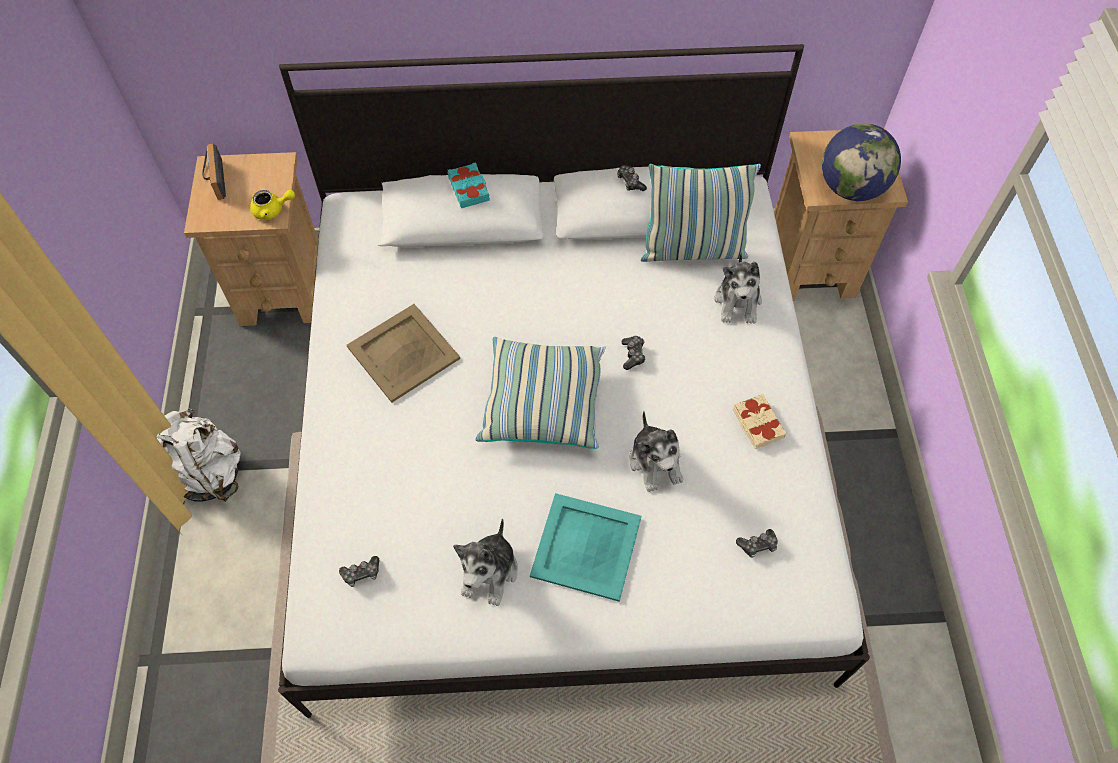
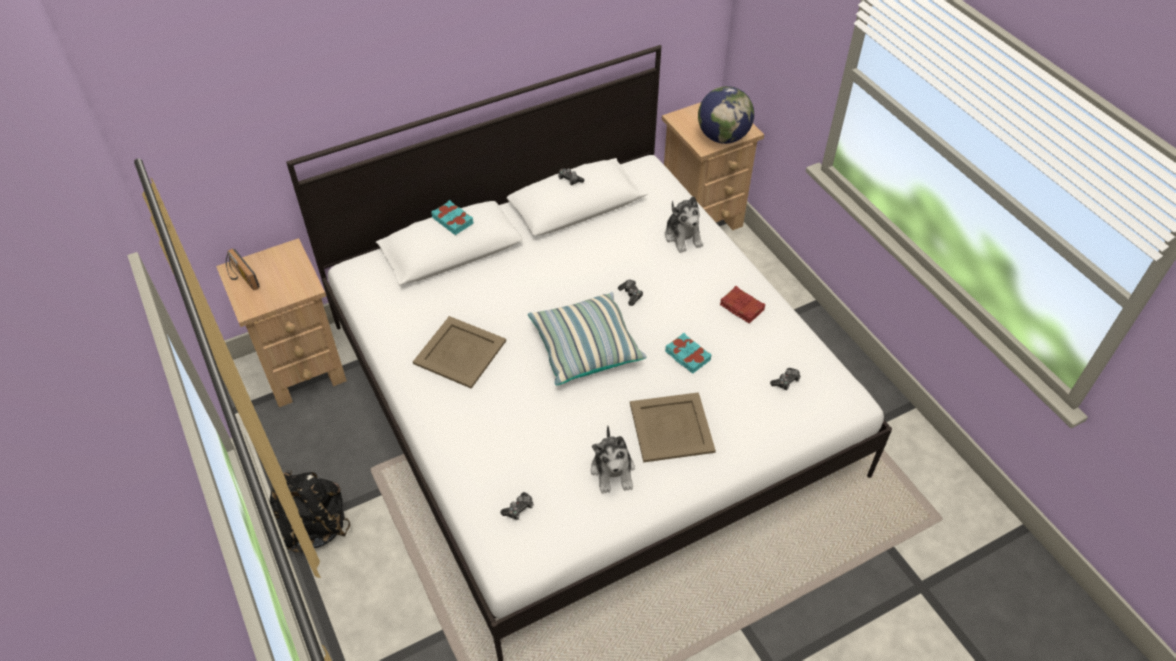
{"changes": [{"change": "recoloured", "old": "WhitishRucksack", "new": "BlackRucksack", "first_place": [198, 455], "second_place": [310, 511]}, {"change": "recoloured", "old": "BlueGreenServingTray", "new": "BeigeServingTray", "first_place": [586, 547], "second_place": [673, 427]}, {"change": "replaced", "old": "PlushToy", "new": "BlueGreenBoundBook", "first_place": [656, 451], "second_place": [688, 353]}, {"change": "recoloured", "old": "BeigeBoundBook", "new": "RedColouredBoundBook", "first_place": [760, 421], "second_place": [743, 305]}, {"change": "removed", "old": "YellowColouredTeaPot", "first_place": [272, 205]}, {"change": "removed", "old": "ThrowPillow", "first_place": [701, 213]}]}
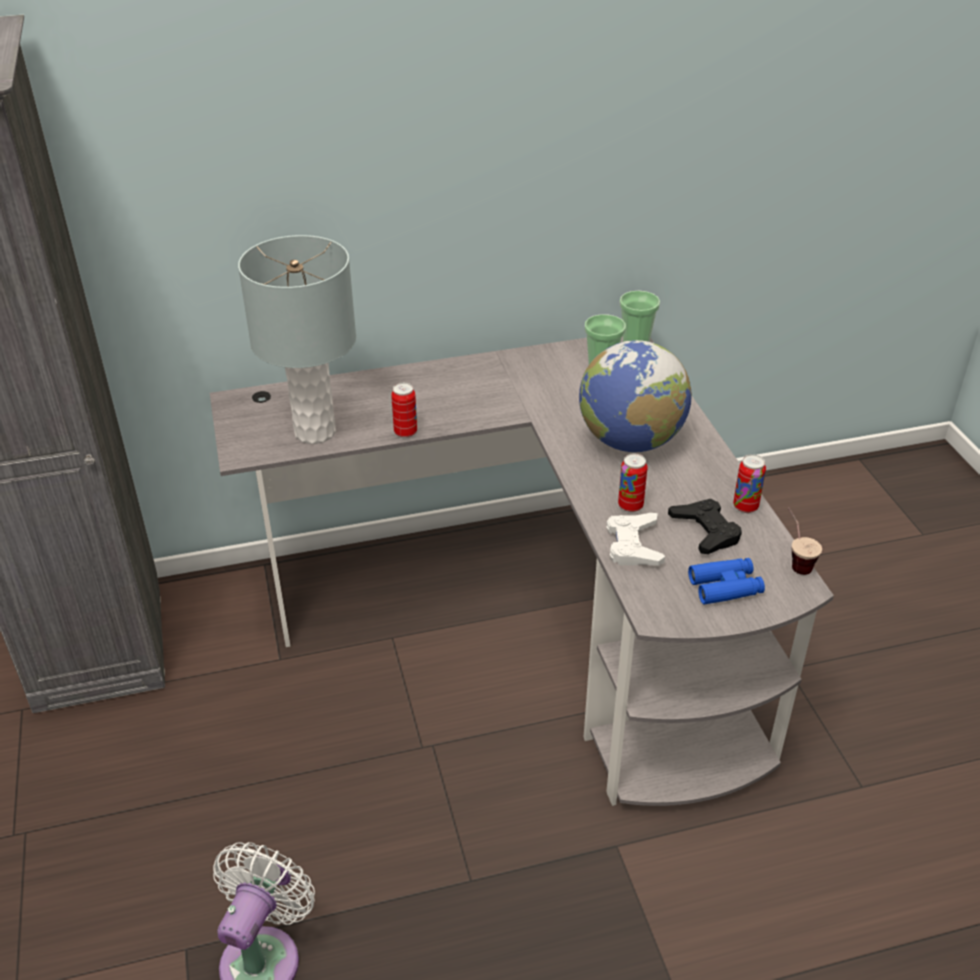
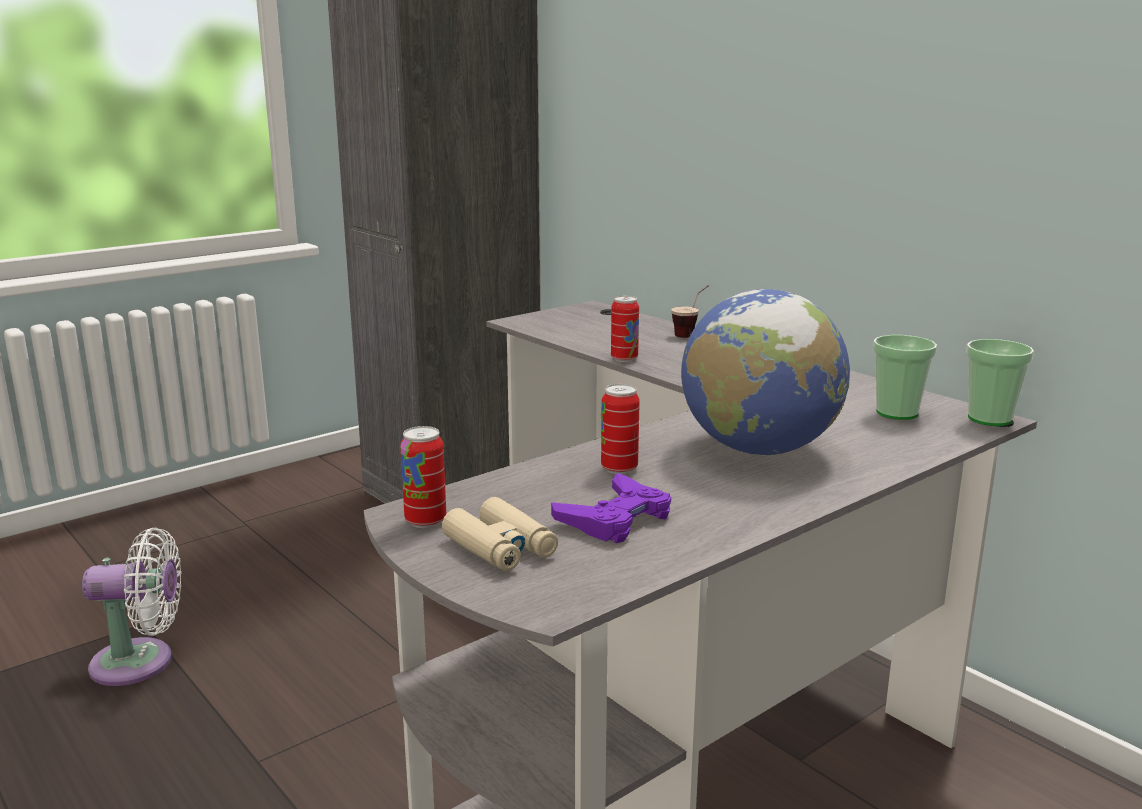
{"changes": [{"change": "moved", "old": "SealedCan", "first_place": [749, 483], "second_place": [423, 477]}, {"change": "recoloured", "old": "BluishFieldGlasses", "new": "BeigeFieldGlasses", "first_place": [726, 581], "second_place": [500, 534]}, {"change": "recoloured", "old": "BlackGameController", "new": "PurpleGameController", "first_place": [705, 526], "second_place": [611, 508]}, {"change": "moved", "old": "Cup", "first_place": [805, 541], "second_place": [690, 311]}, {"change": "removed", "old": "GrayTableLamp", "first_place": [297, 339]}, {"change": "removed", "old": "WhitishGameController", "first_place": [636, 539]}]}
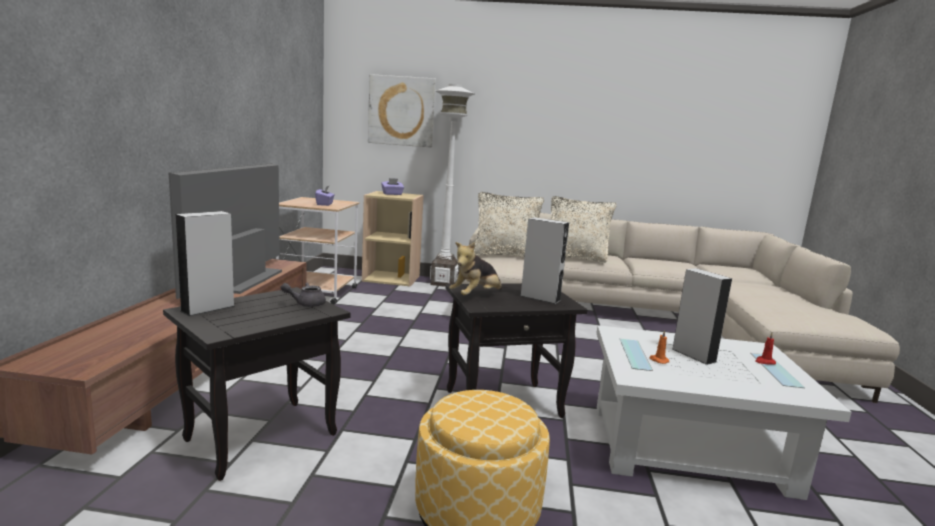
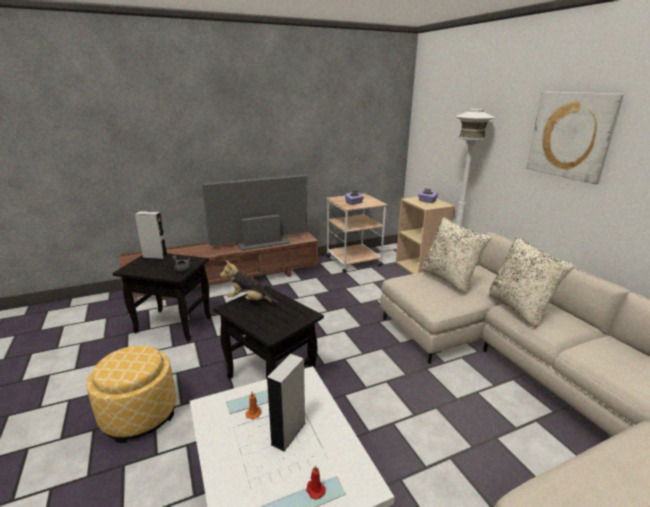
{"changes": [{"change": "moved", "old": "WallPicture", "first_place": [402, 111], "second_place": [575, 137]}, {"change": "removed", "old": "GrayAudioSpeaker", "first_place": [545, 260]}]}
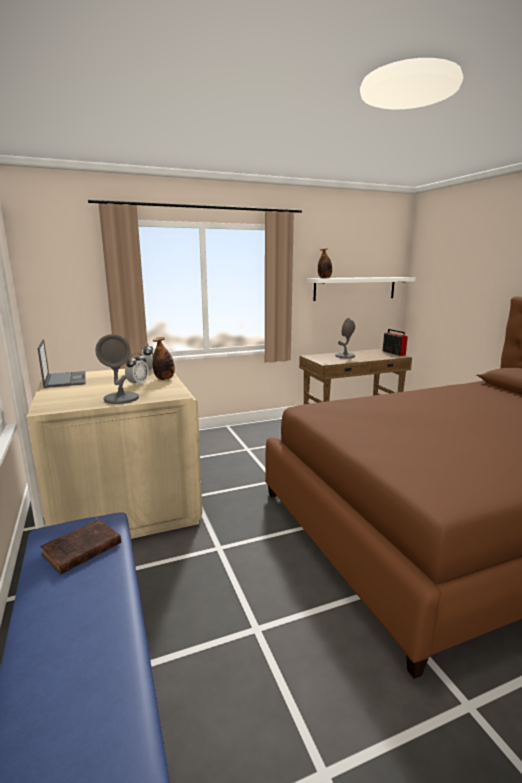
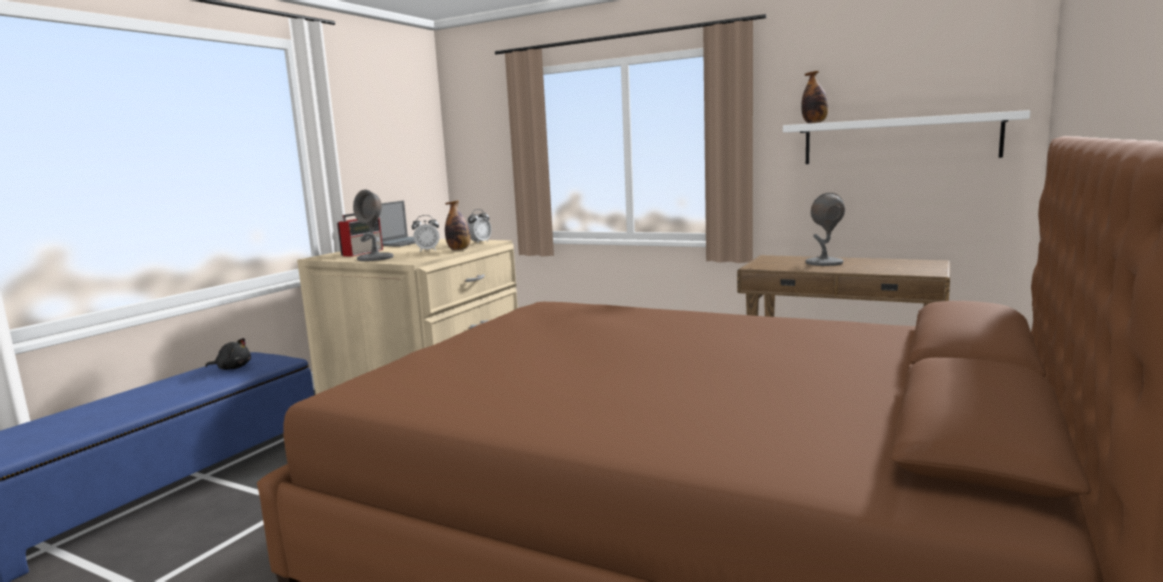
{"changes": [{"change": "replaced", "old": "BrownBoundBook", "new": "BlackPlushToy", "first_place": [80, 546], "second_place": [228, 354]}, {"change": "moved", "old": "RadioReceiver", "first_place": [395, 342], "second_place": [360, 235]}]}
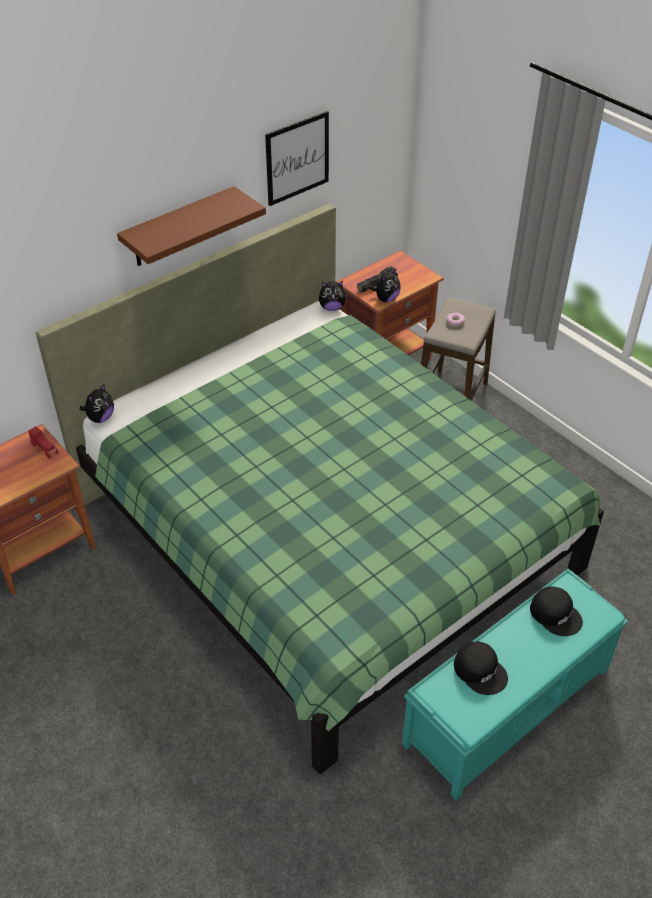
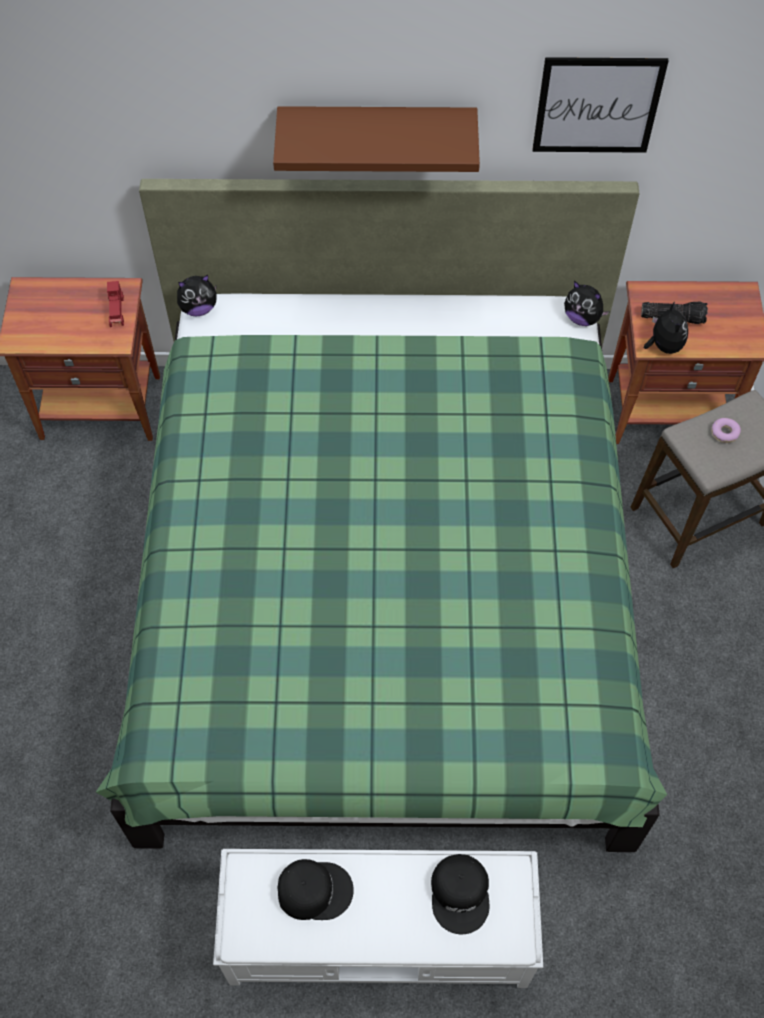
{"changes": [{"change": "recoloured", "old": "BlueGreenBench", "new": "WhitishBench", "first_place": [515, 684], "second_place": [378, 918]}, {"change": "turned", "old": "BlackBaseballCap", "first_place": [481, 668], "second_place": [315, 889], "degrees": -90}, {"change": "turned", "old": "PlushToy", "first_place": [385, 285], "second_place": [666, 327], "degrees": -90}]}
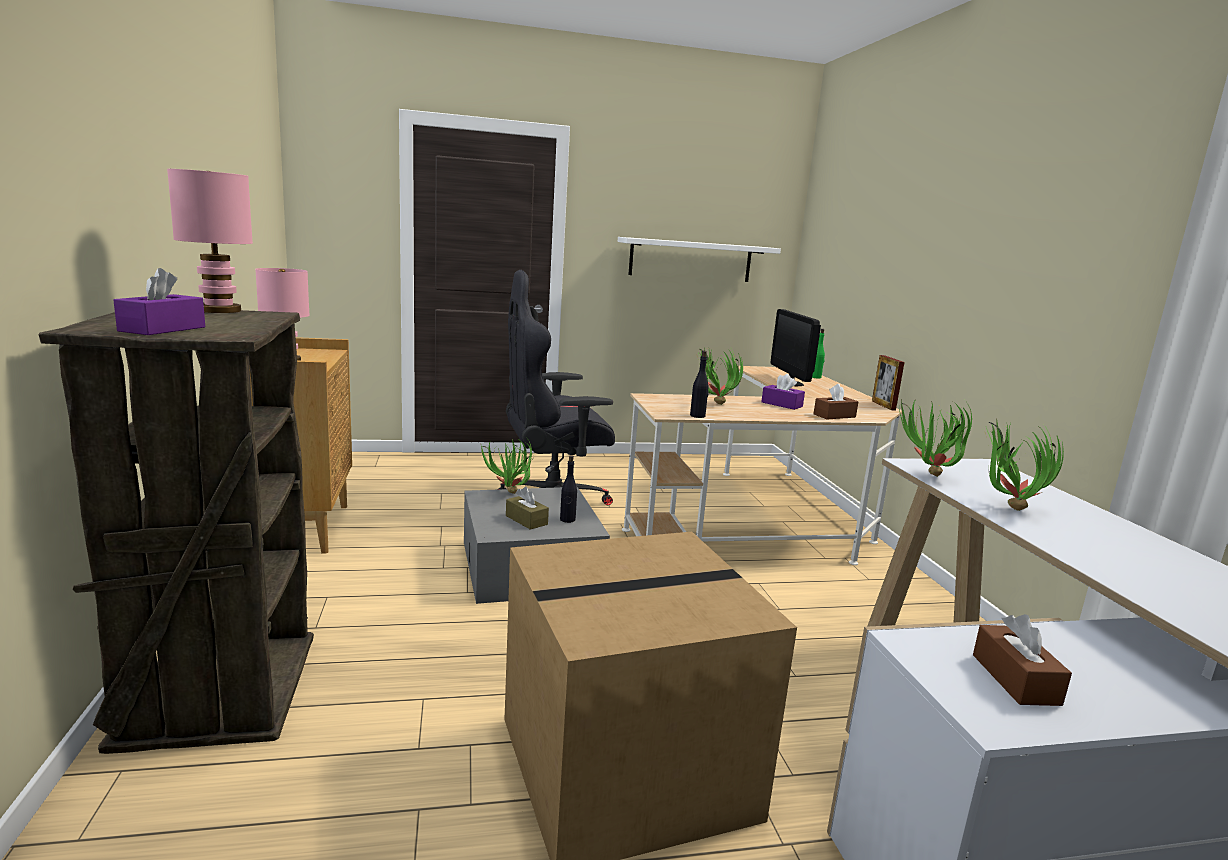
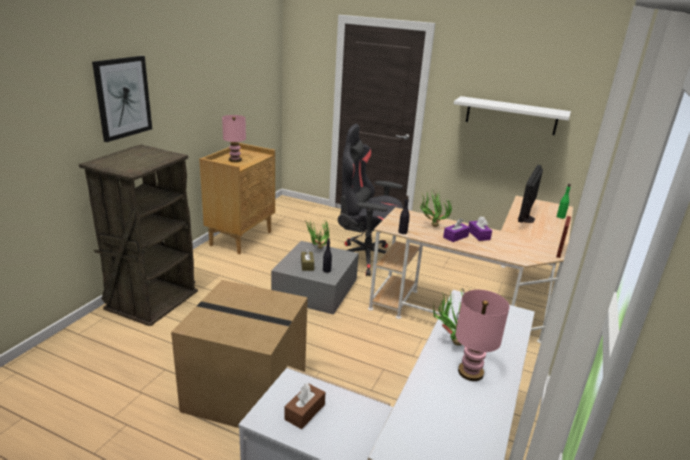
{"changes": [{"change": "added", "new": "WallPicture", "second_place": [122, 99]}, {"change": "moved", "old": "PurpleBoxOfTissues", "first_place": [159, 301], "second_place": [456, 230]}, {"change": "moved", "old": "PinkColouredTableLamp", "first_place": [210, 241], "second_place": [482, 335]}, {"change": "removed", "old": "BrownBoxOfTissues", "first_place": [836, 401]}, {"change": "removed", "old": "PottedPlant", "first_place": [935, 439]}]}
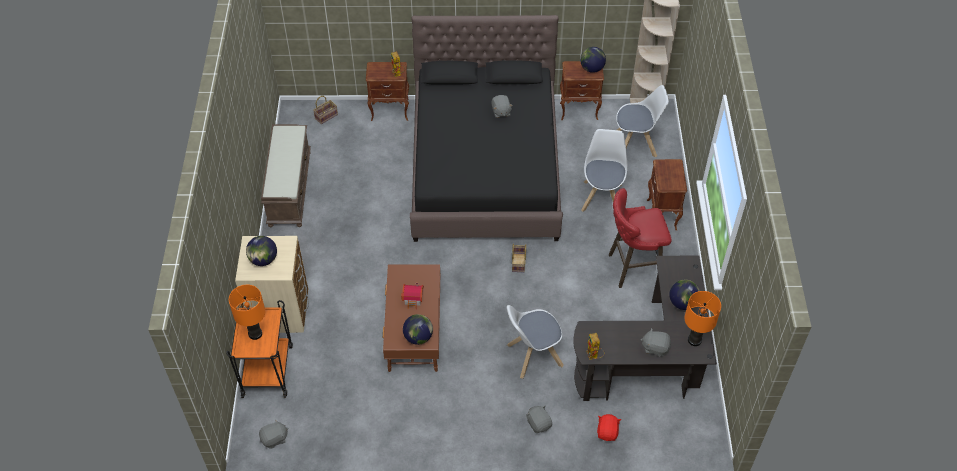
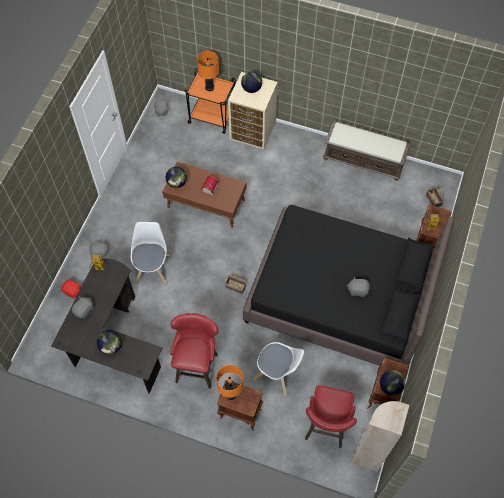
{"changes": [{"change": "moved", "old": "OrangeColouredTableLamp", "first_place": [702, 318], "second_place": [229, 382]}, {"change": "replaced", "old": "Chair", "new": "RedColouredSittingStool", "first_place": [642, 121], "second_place": [331, 416]}]}
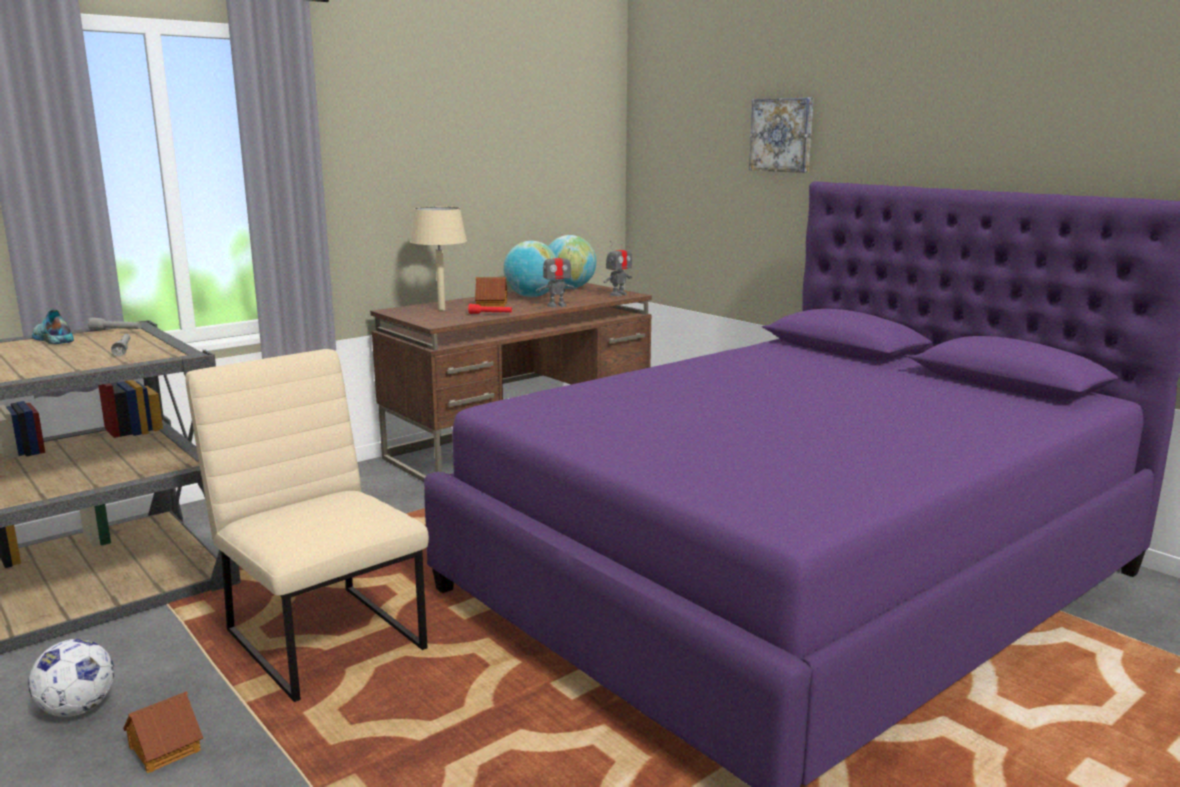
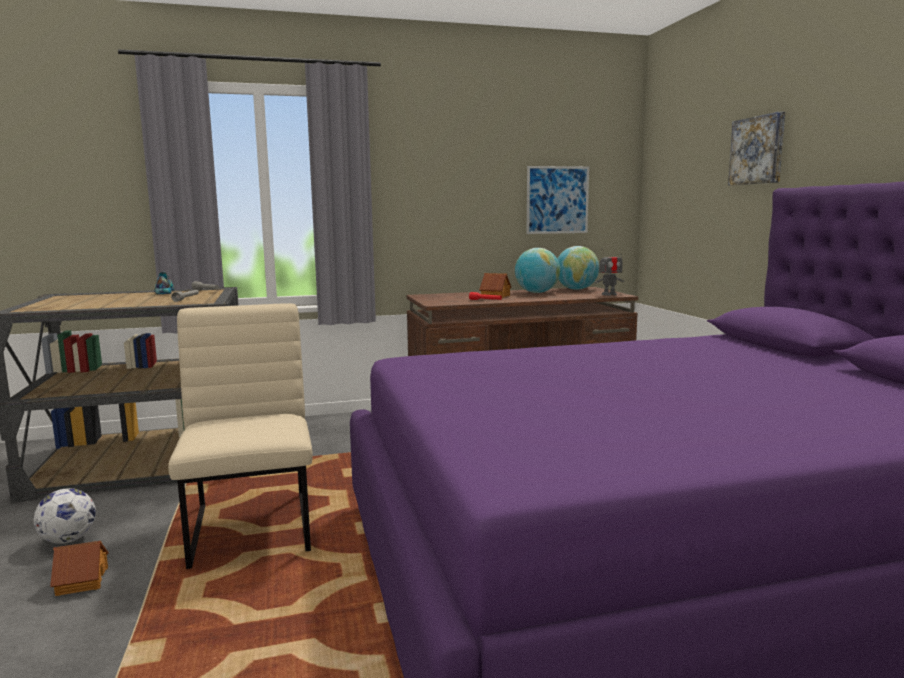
{"changes": [{"change": "added", "new": "WallPicture", "second_place": [557, 200]}, {"change": "removed", "old": "BeigeTableLamp", "first_place": [438, 259]}, {"change": "removed", "old": "RobotFigure", "first_place": [556, 277]}]}
